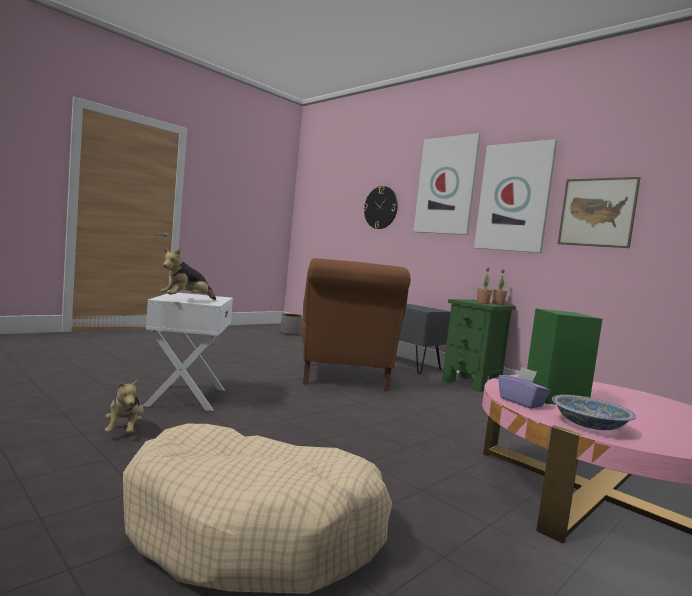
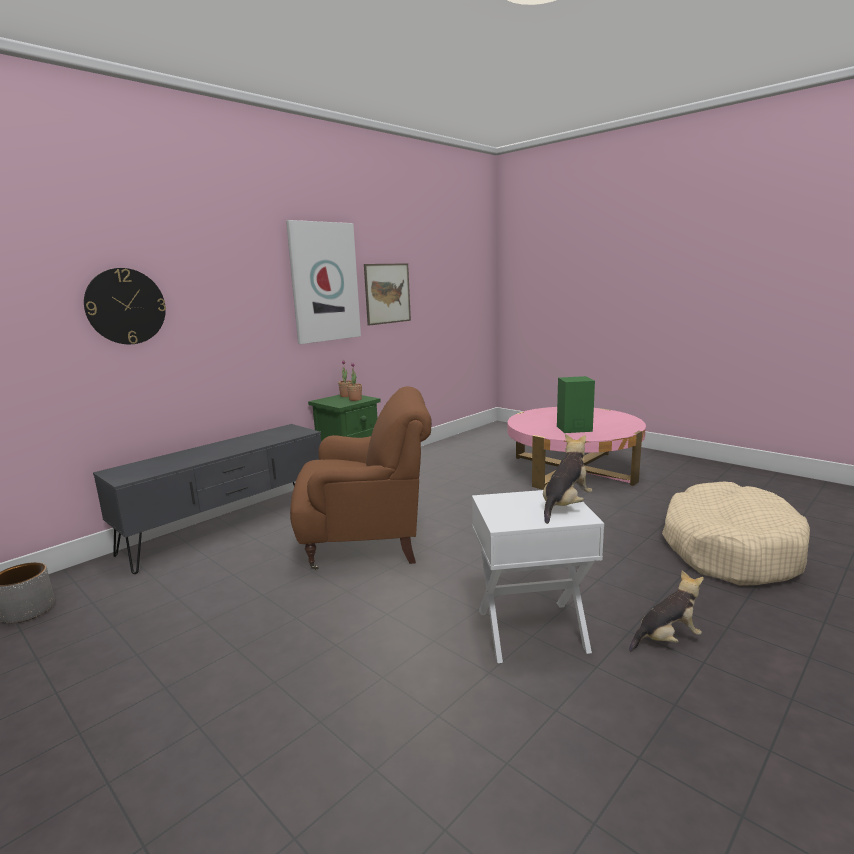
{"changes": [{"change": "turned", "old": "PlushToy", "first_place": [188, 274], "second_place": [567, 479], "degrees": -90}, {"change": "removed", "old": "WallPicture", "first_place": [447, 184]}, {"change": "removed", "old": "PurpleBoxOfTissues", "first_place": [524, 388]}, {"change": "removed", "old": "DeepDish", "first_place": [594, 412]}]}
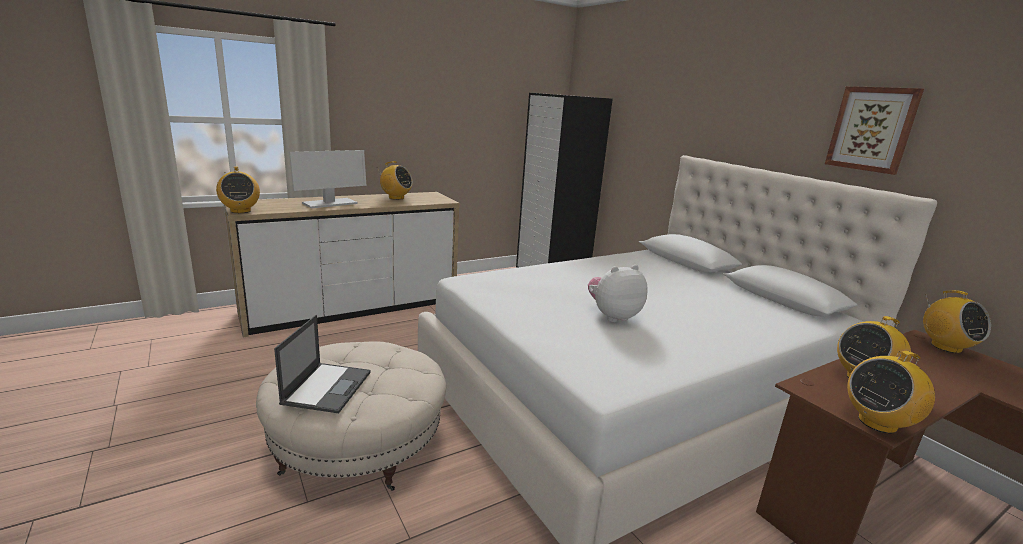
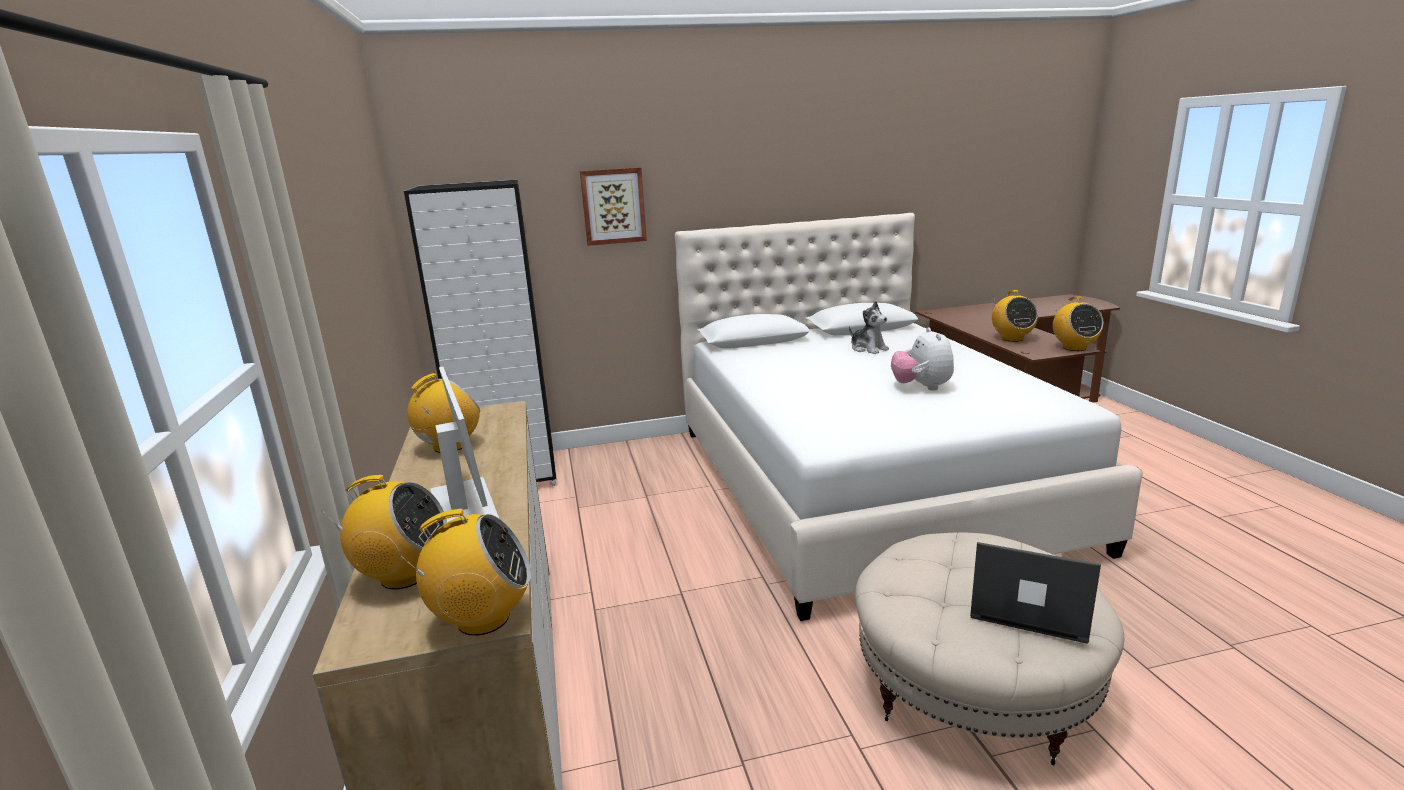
{"changes": [{"change": "moved", "old": "RadioReceiver", "first_place": [957, 321], "second_place": [384, 532]}, {"change": "moved", "old": "WallPicture", "first_place": [874, 130], "second_place": [613, 206]}, {"change": "added", "new": "PlushToy", "second_place": [869, 327]}]}
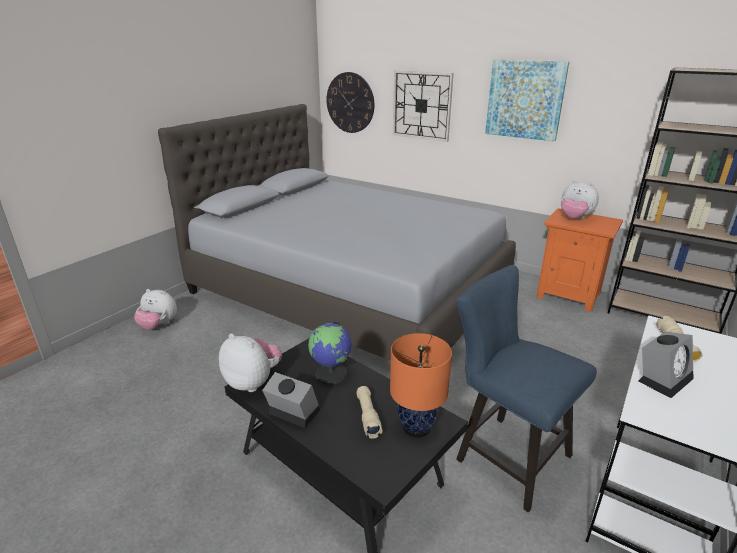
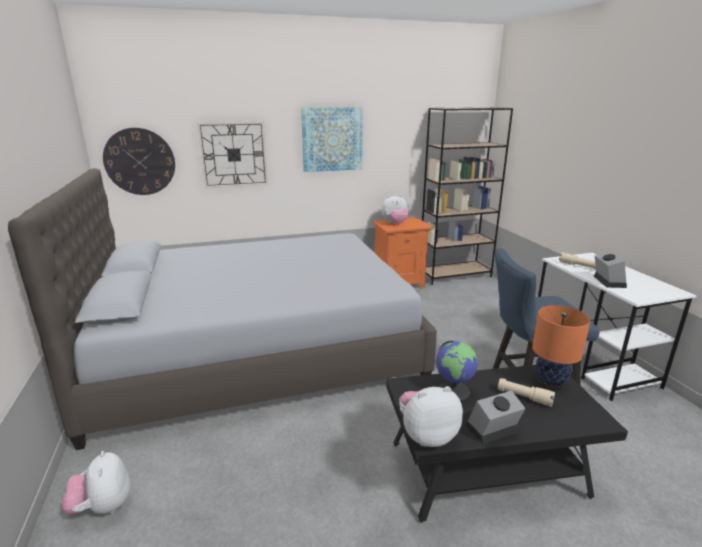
{"changes": [{"change": "turned", "old": "PlushToy", "first_place": [155, 309], "second_place": [96, 482], "degrees": 105}]}
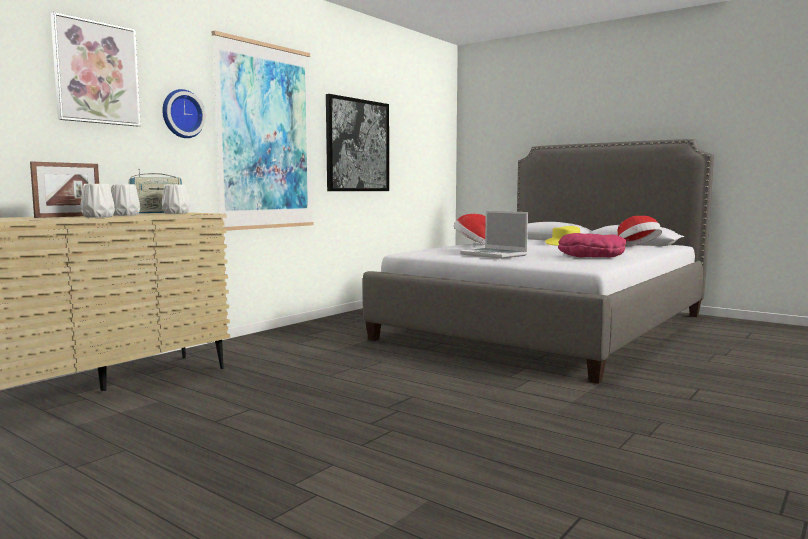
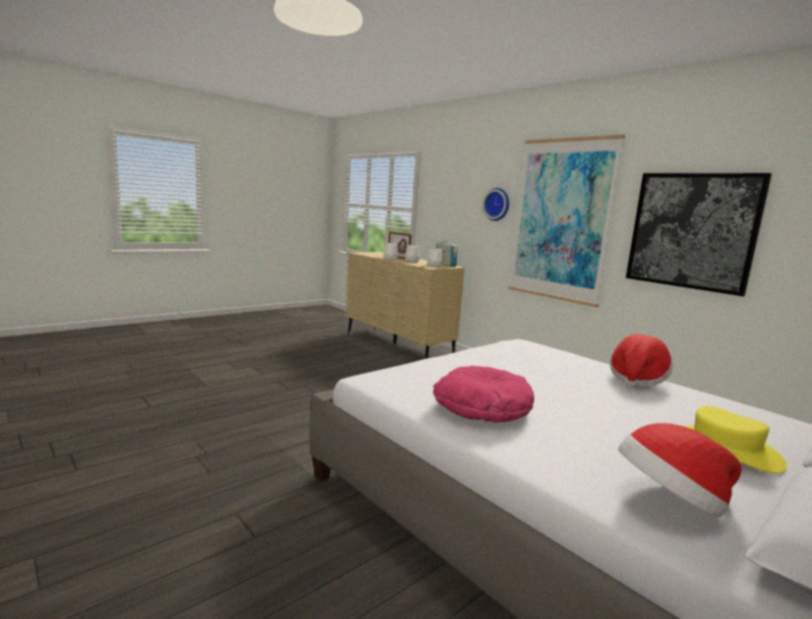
{"changes": [{"change": "removed", "old": "WallPicture", "first_place": [96, 69]}, {"change": "removed", "old": "NotebookComputer", "first_place": [494, 235]}]}
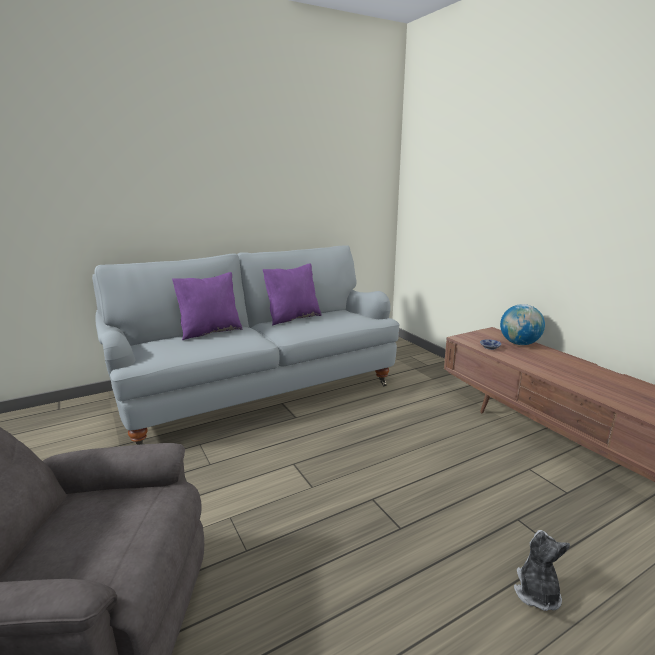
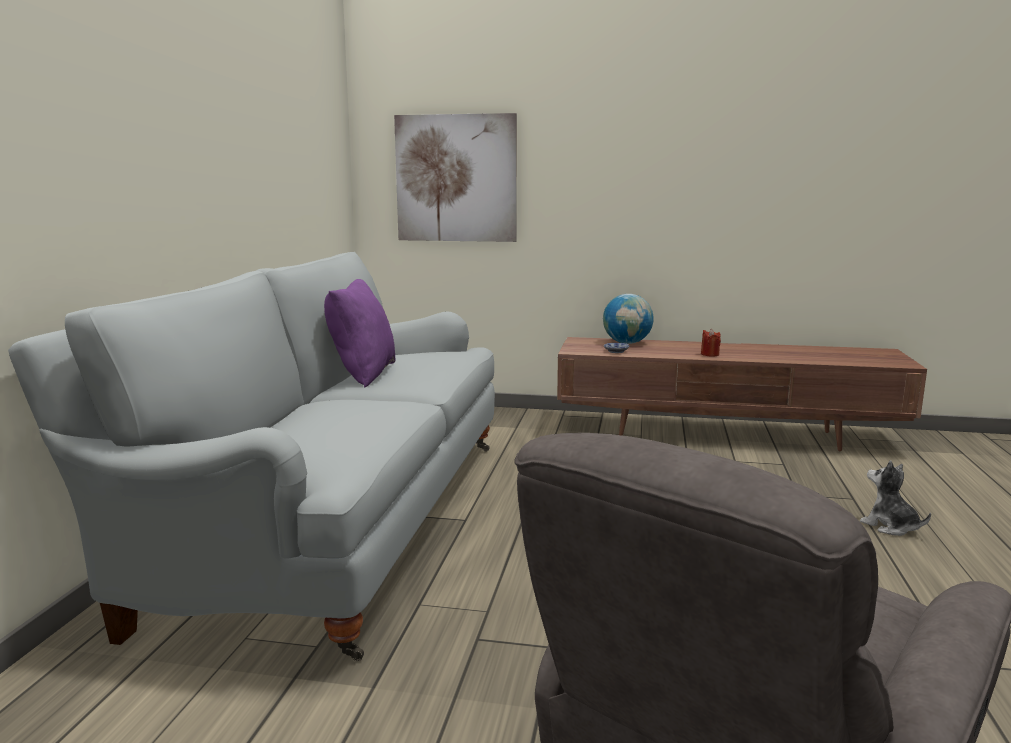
{"changes": [{"change": "added", "new": "WallPicture", "second_place": [455, 177]}, {"change": "added", "new": "RedColouredWaxCandle", "second_place": [711, 343]}, {"change": "removed", "old": "PurpleThrowPillow", "first_place": [207, 306]}]}
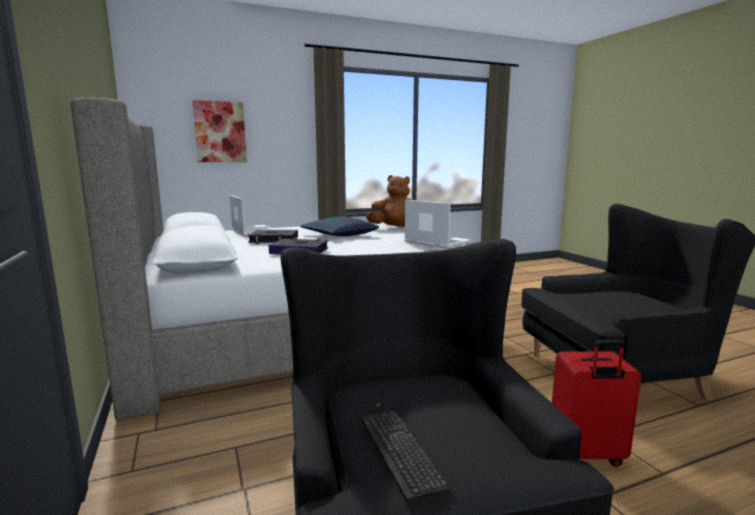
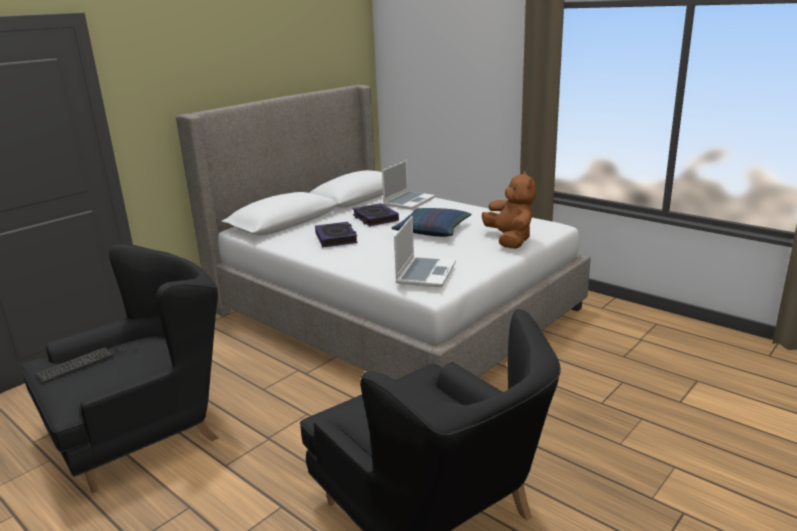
{"changes": [{"change": "removed", "old": "WallPicture", "first_place": [220, 131]}, {"change": "removed", "old": "RedColouredTravelCase", "first_place": [596, 403]}]}
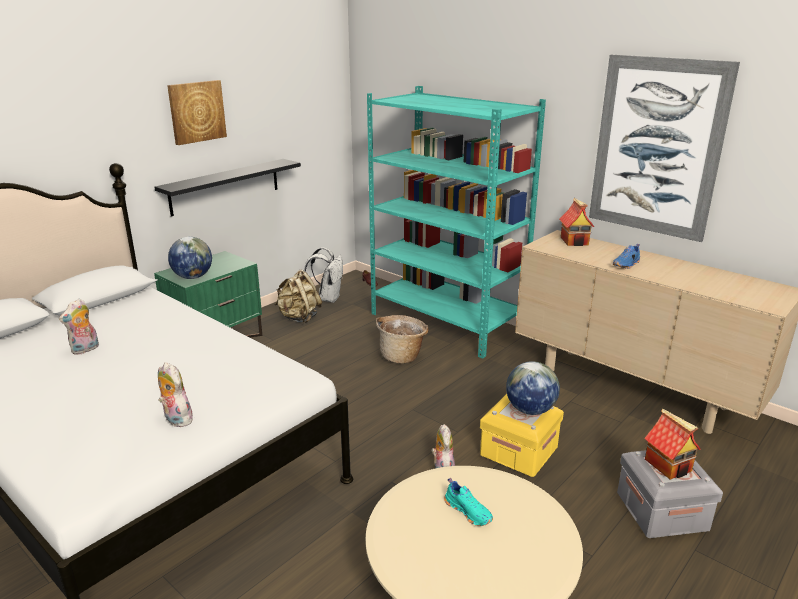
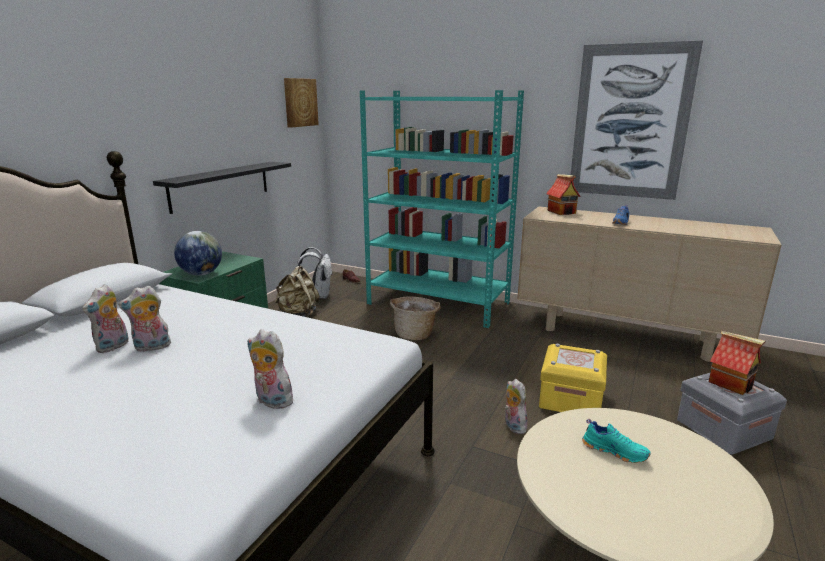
{"changes": [{"change": "added", "new": "PlushToy", "second_place": [145, 319]}, {"change": "moved", "old": "WallPicture", "first_place": [197, 112], "second_place": [301, 103]}, {"change": "removed", "old": "WorldGlobe", "first_place": [533, 388]}]}
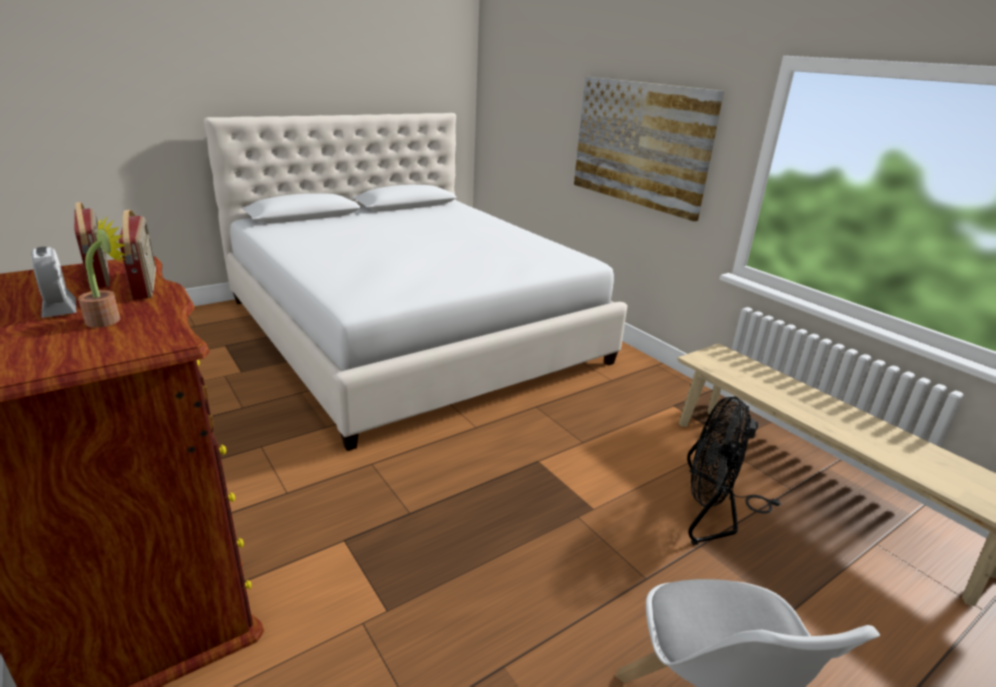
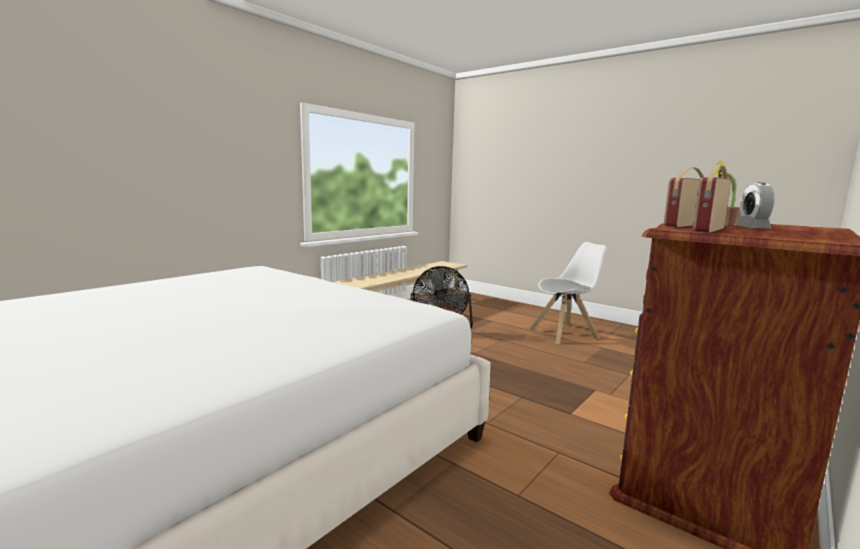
{"changes": [{"change": "turned", "old": "BedsideClock", "first_place": [53, 282], "second_place": [755, 205], "degrees": 150}, {"change": "removed", "old": "WallPicture", "first_place": [649, 149]}]}
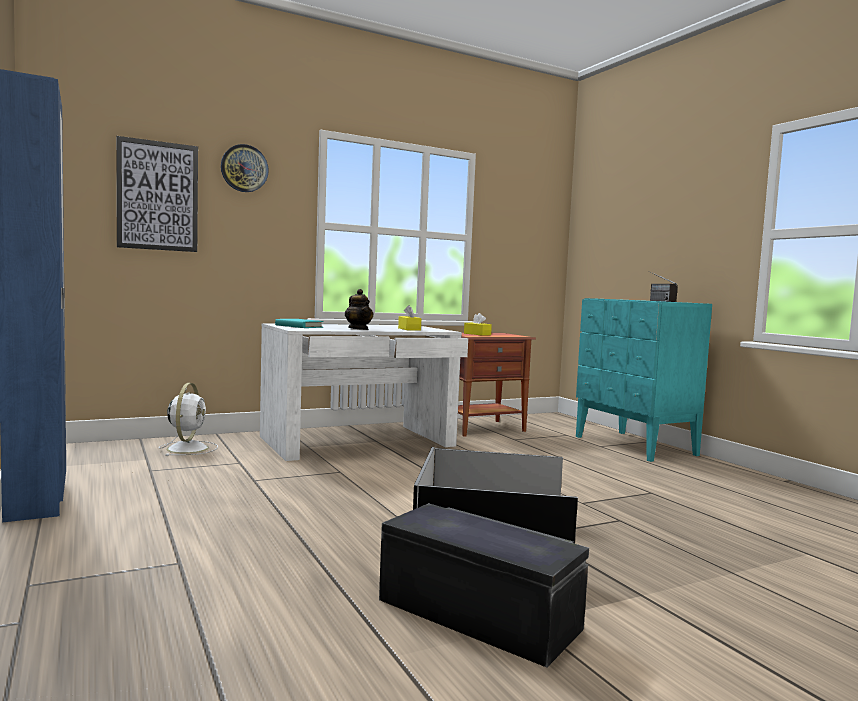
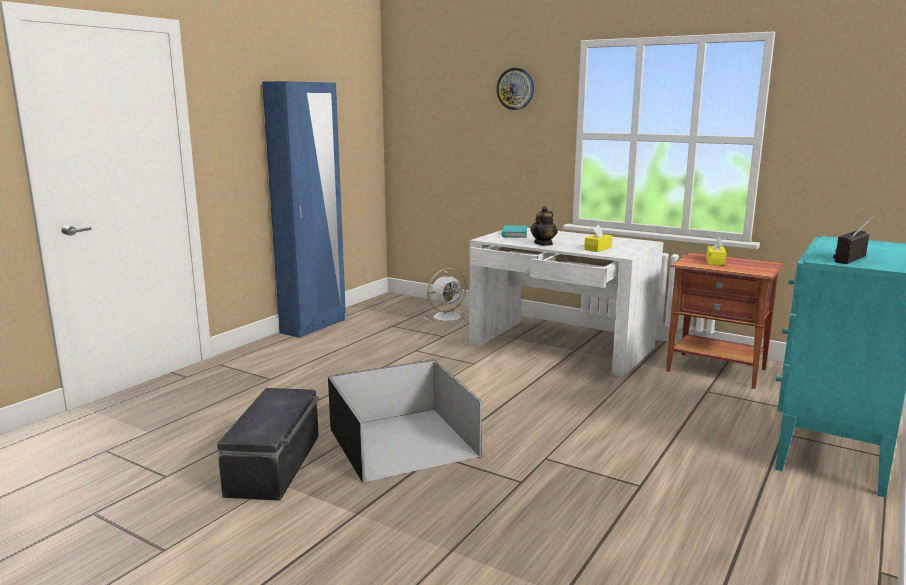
{"changes": [{"change": "removed", "old": "WallPicture", "first_place": [157, 194]}]}
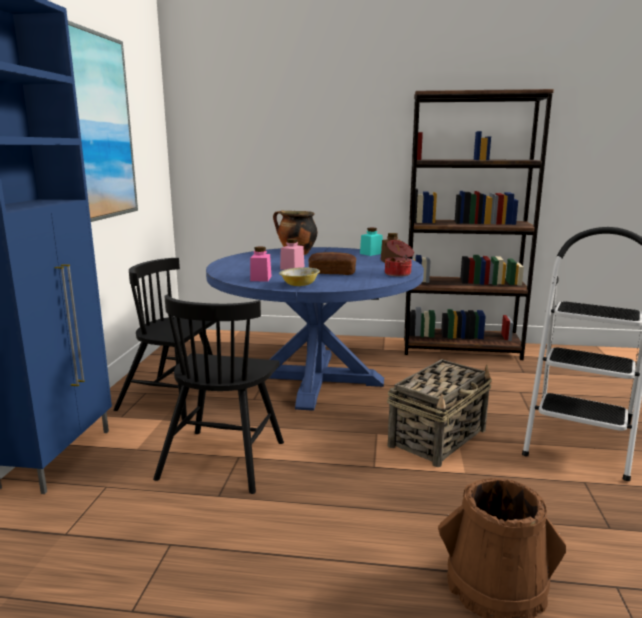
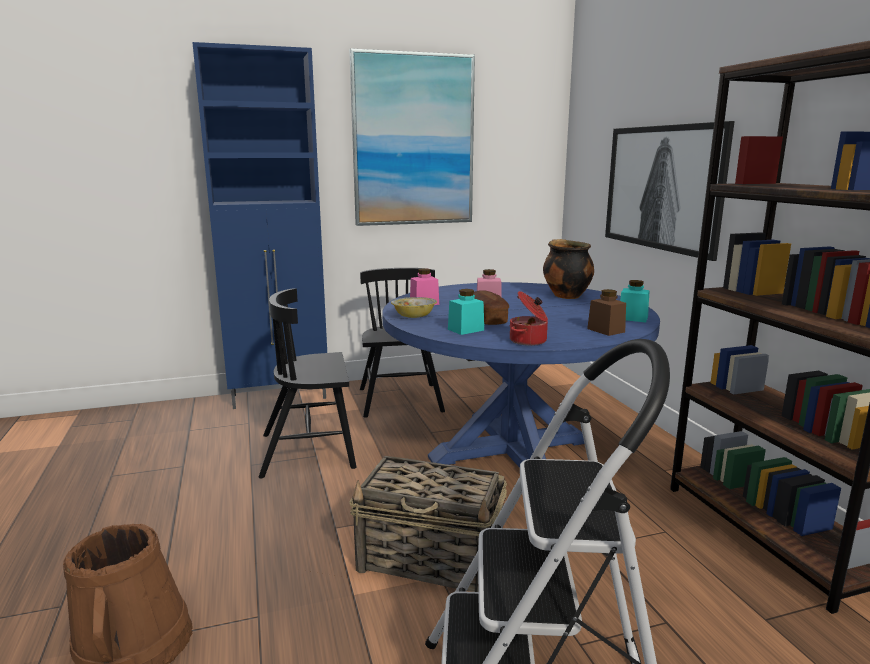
{"changes": [{"change": "added", "new": "BlueGreenJar", "second_place": [466, 312]}, {"change": "added", "new": "WallPicture", "second_place": [670, 191]}]}
